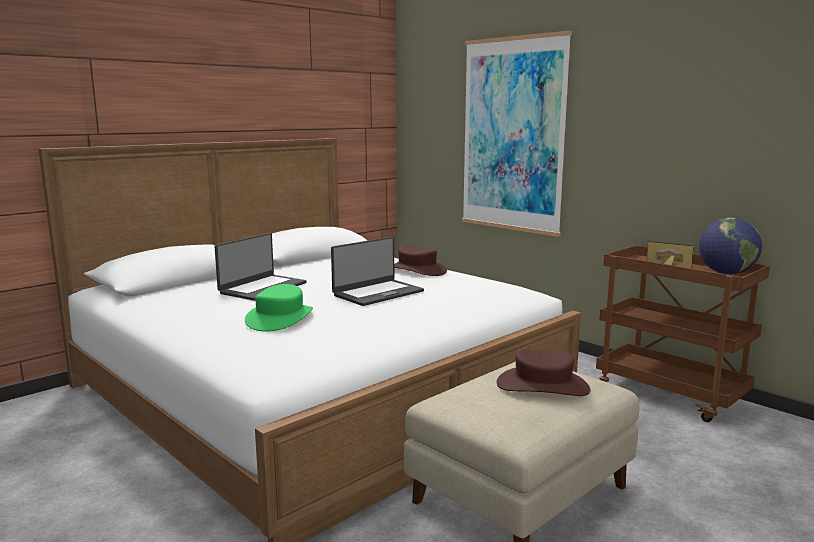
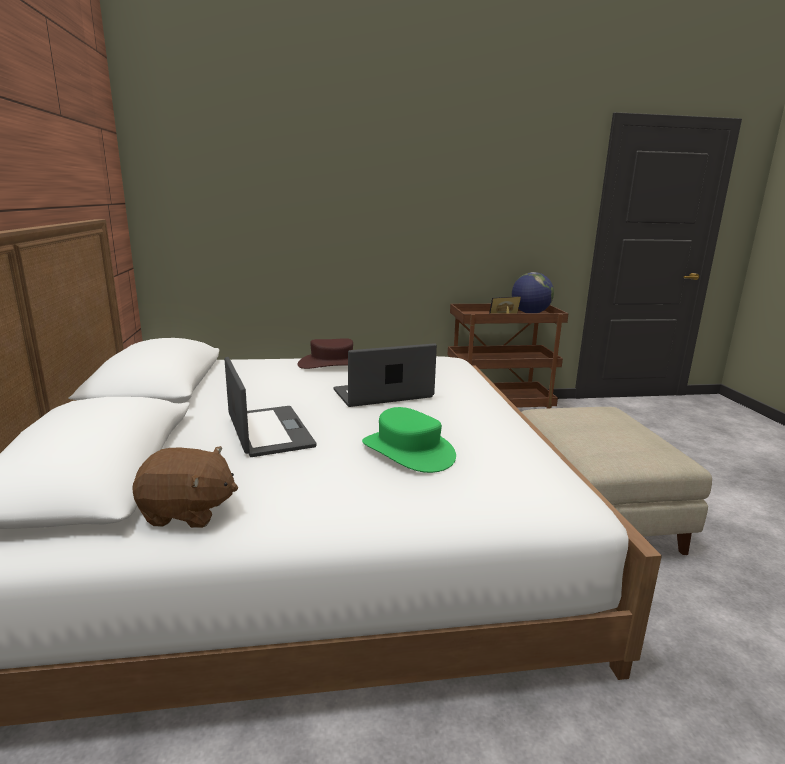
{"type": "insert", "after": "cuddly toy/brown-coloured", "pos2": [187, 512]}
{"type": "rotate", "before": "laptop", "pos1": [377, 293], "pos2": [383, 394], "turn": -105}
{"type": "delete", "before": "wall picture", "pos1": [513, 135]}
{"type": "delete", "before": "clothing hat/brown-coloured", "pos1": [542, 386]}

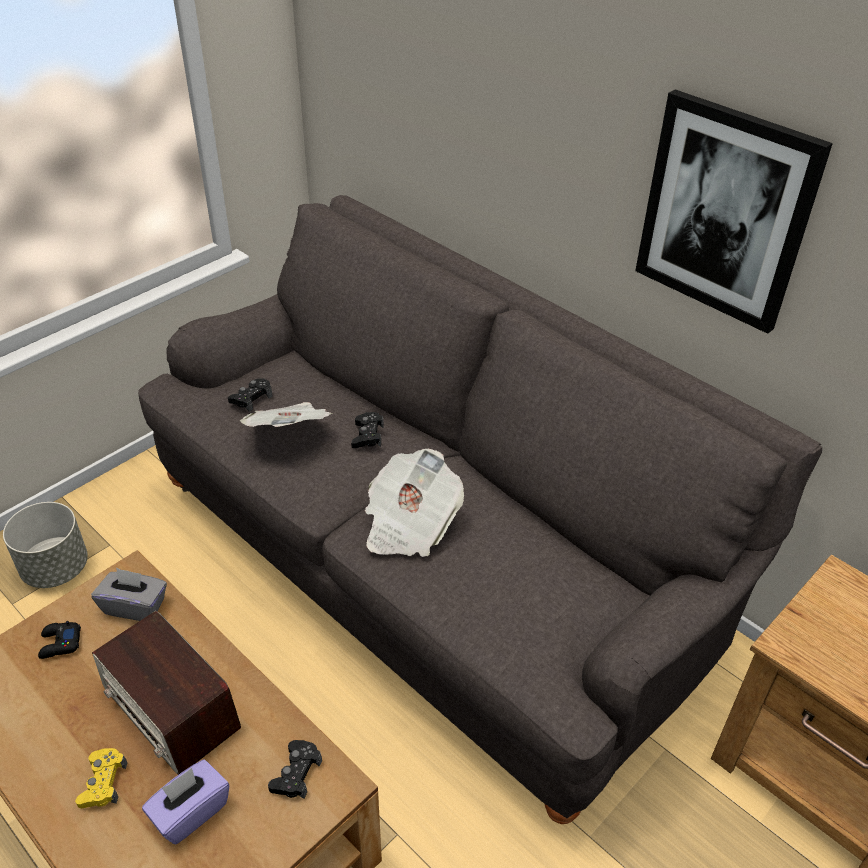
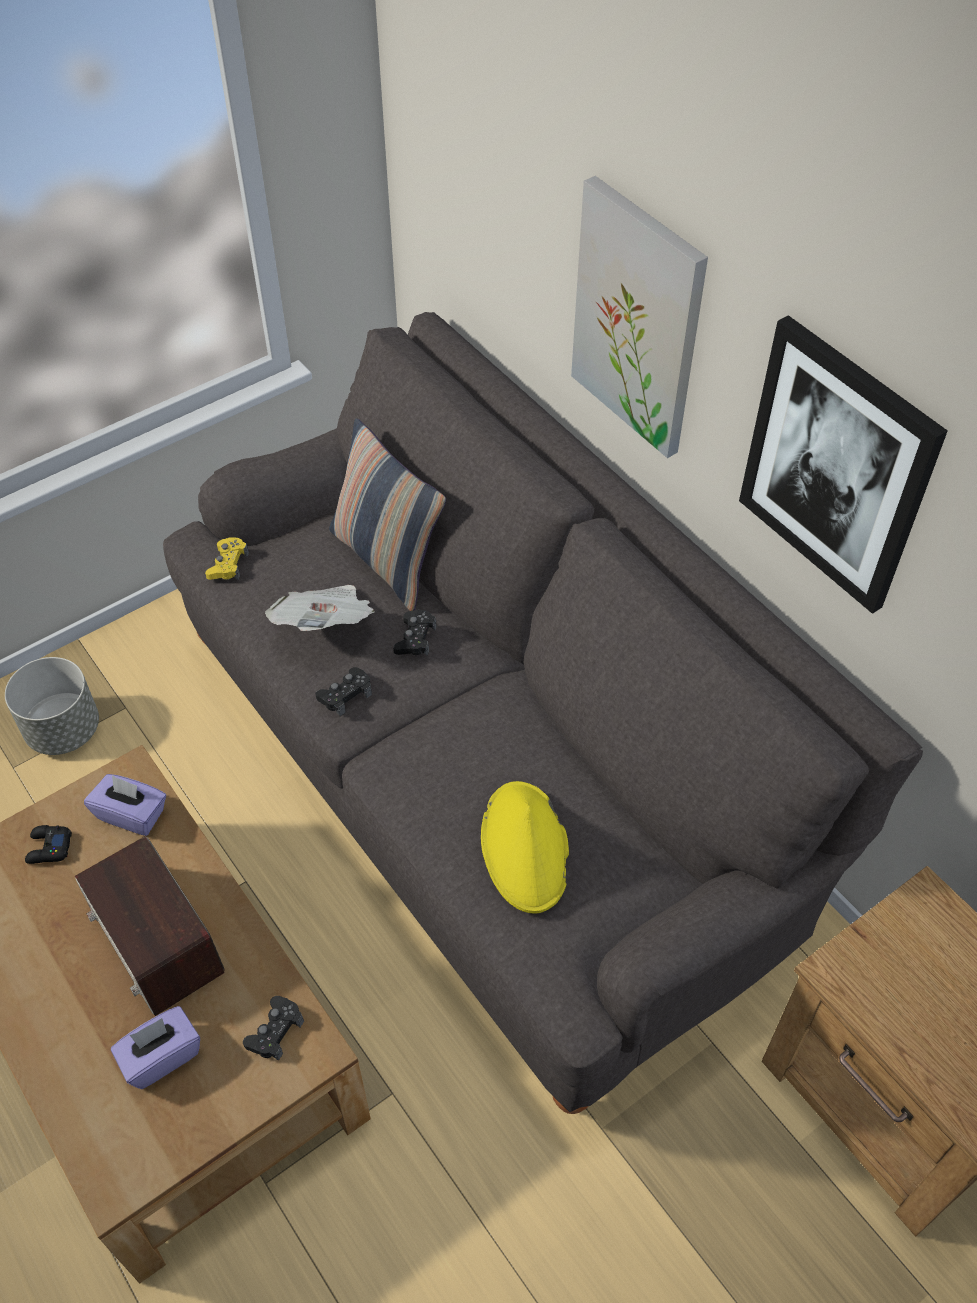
{"type": "recolor", "before": "box of tissues/grey", "after": "box of tissues/purple-coloured", "pos1": [135, 606], "pos2": [132, 814]}
{"type": "move", "before": "joypad/yellow-coloured", "pos1": [103, 782], "pos2": [228, 564]}
{"type": "move", "before": "joypad/black", "pos1": [251, 398], "pos2": [345, 695]}
{"type": "insert", "after": "cushion", "pos2": [387, 560]}
{"type": "insert", "after": "clothing hat/yellow-coloured", "pos2": [525, 848]}
{"type": "insert", "after": "wall picture", "pos2": [638, 319]}
{"type": "delete", "before": "newspaper", "pos1": [409, 524]}

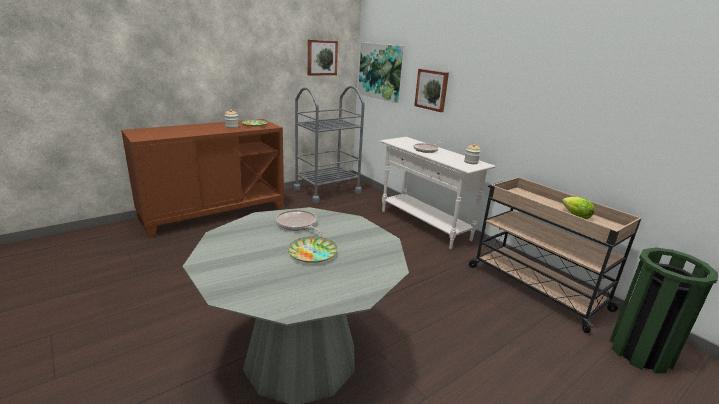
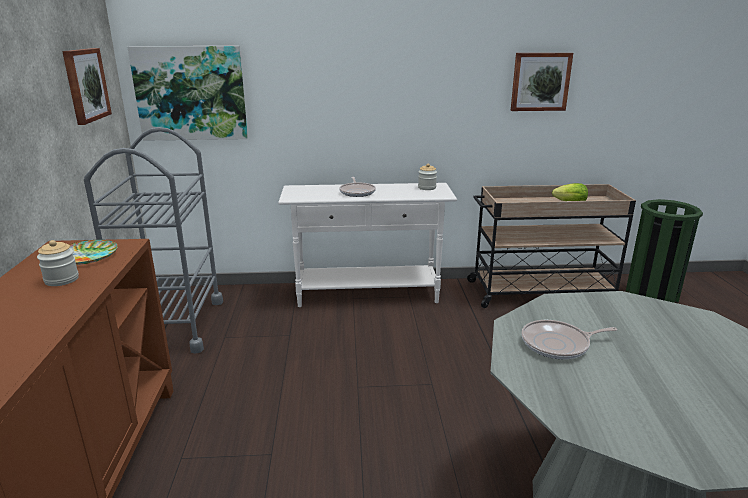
{"type": "move", "before": "wall picture", "pos1": [432, 90], "pos2": [540, 82]}
{"type": "delete", "before": "flat dish", "pos1": [313, 252]}

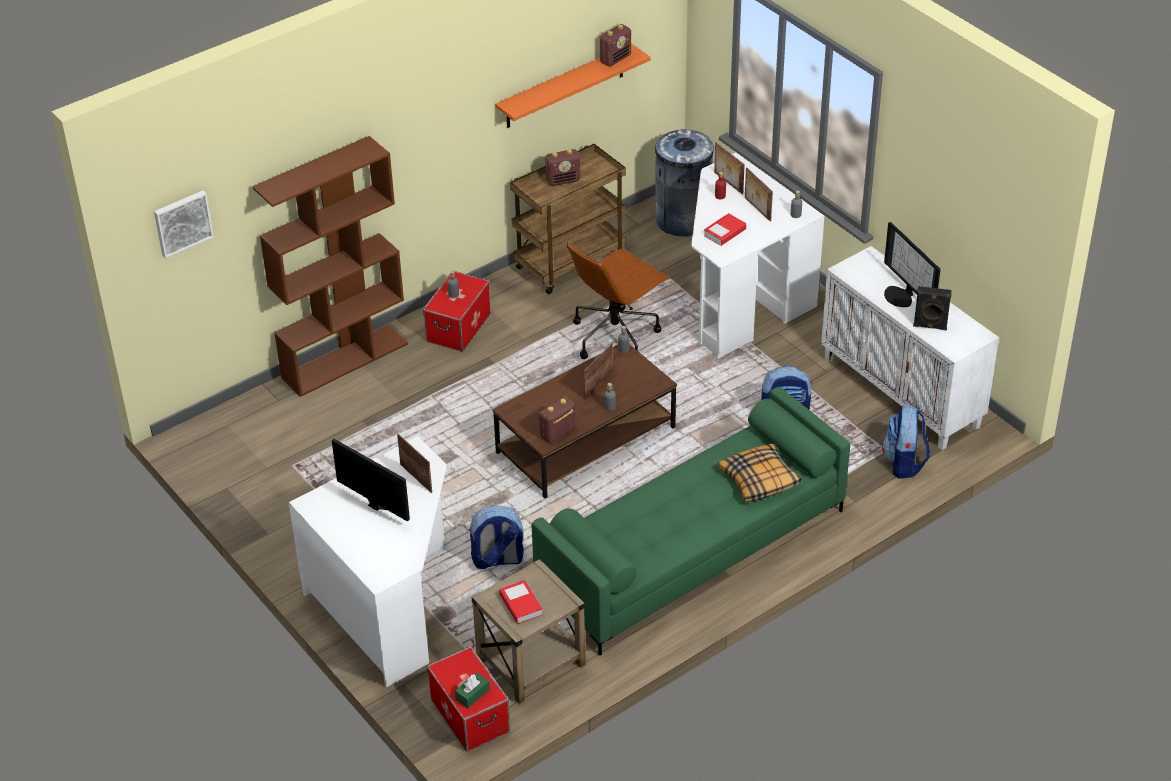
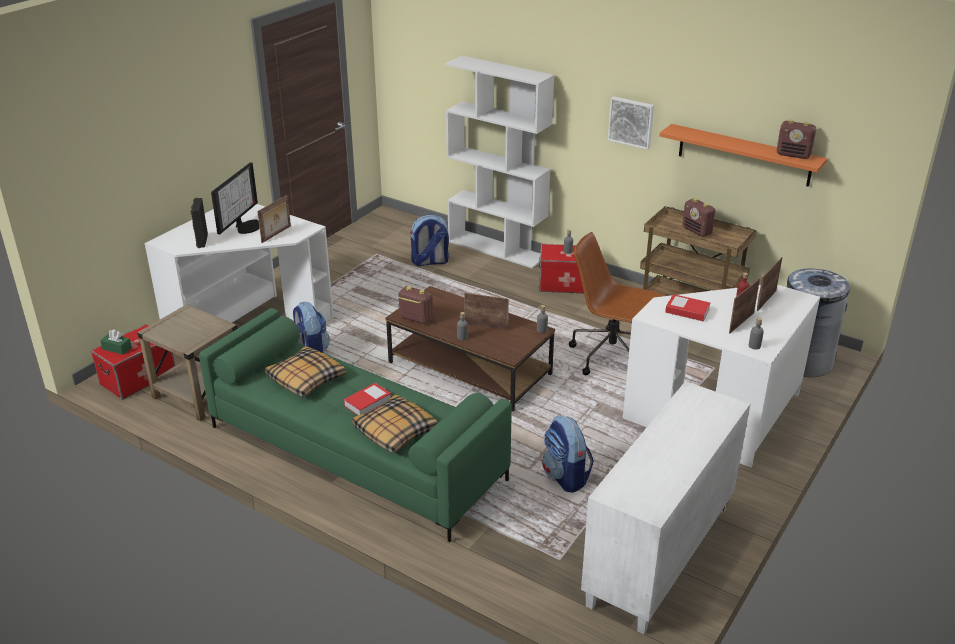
{"type": "move", "before": "loudspeaker/black", "pos1": [930, 326], "pos2": [201, 241]}
{"type": "insert", "after": "cushion", "pos2": [305, 379]}
{"type": "move", "before": "bound book", "pos1": [521, 605], "pos2": [367, 403]}
{"type": "move", "before": "rucksack", "pos1": [904, 463], "pos2": [430, 262]}
{"type": "recolor", "before": "bookshelf/brown-coloured", "after": "bookshelf/white-coloured", "pos1": [345, 360], "pos2": [497, 249]}
{"type": "move", "before": "wall picture", "pos1": [182, 222], "pos2": [631, 122]}
{"type": "delete", "before": "computer display", "pos1": [901, 296]}

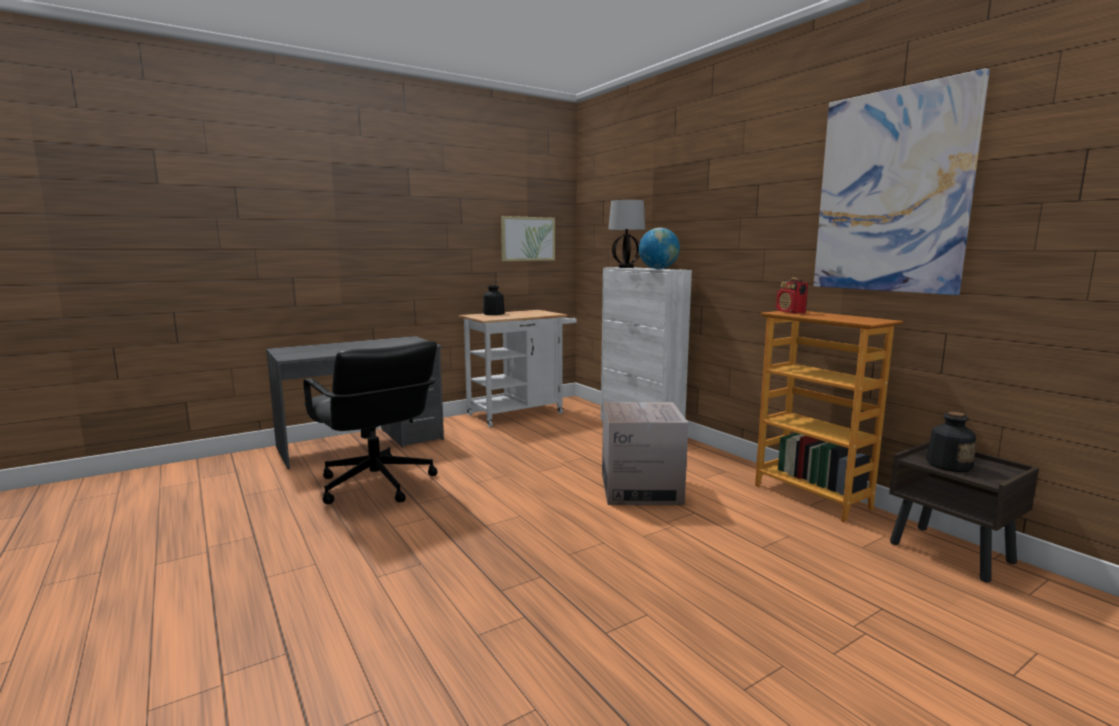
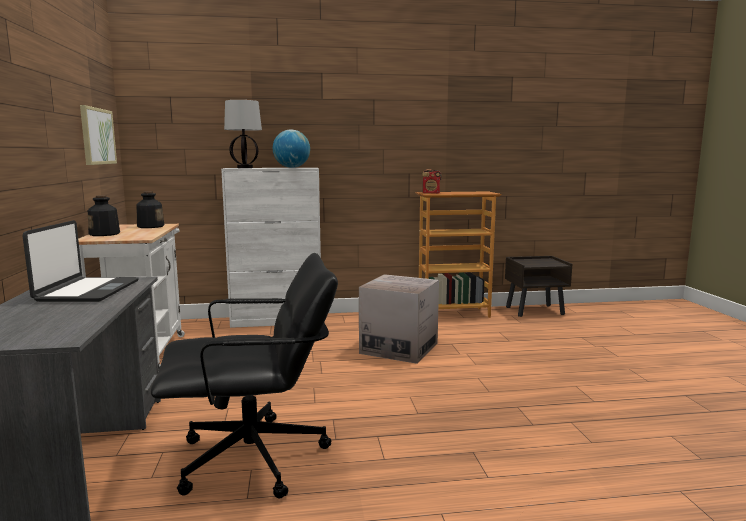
{"type": "insert", "after": "laptop", "pos2": [87, 291]}
{"type": "move", "before": "drink bottle", "pos1": [948, 465], "pos2": [150, 226]}
{"type": "delete", "before": "wall picture", "pos1": [891, 192]}

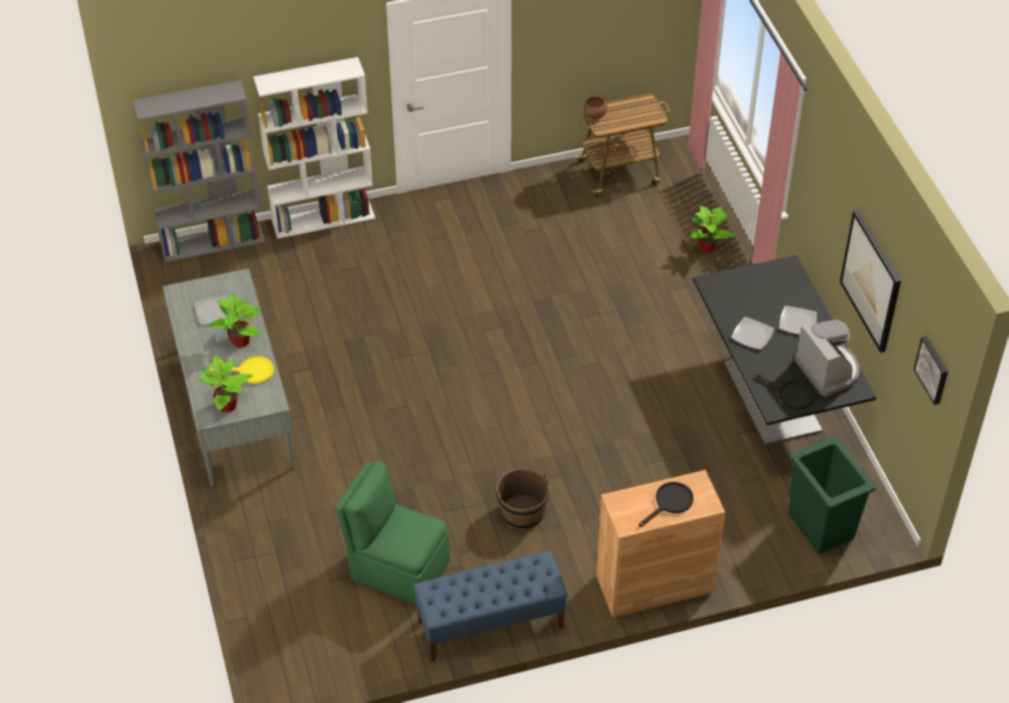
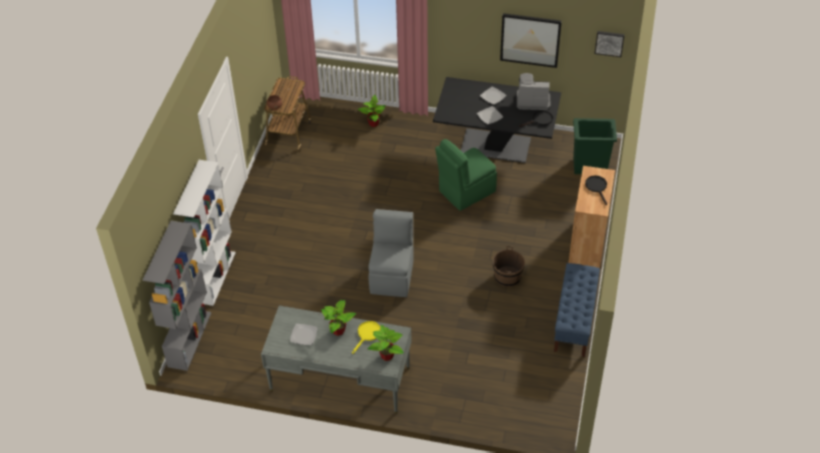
{"type": "insert", "after": "chair/grey", "pos2": [392, 276]}
{"type": "move", "before": "chair/greenish", "pos1": [397, 569], "pos2": [465, 192]}

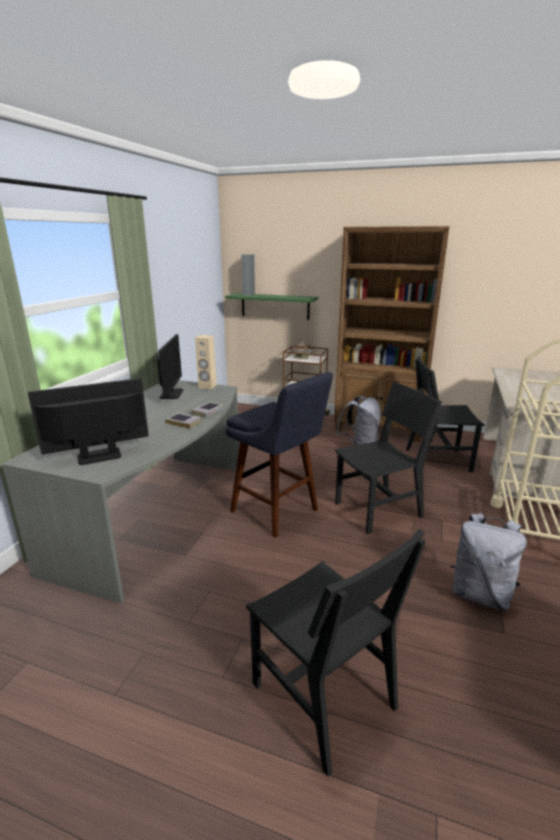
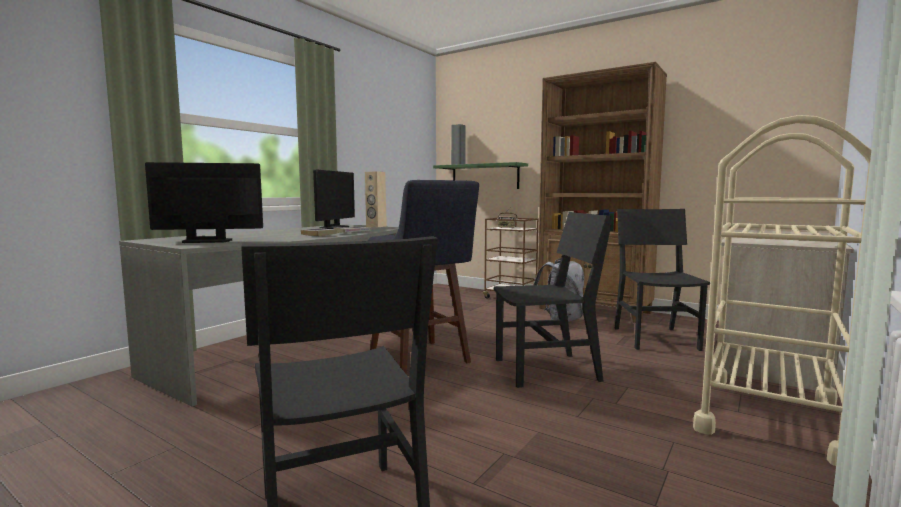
{"type": "rotate", "before": "chair/black", "pos1": [437, 460], "pos2": [655, 338], "turn": 75}
{"type": "delete", "before": "rucksack/grey", "pos1": [480, 594]}

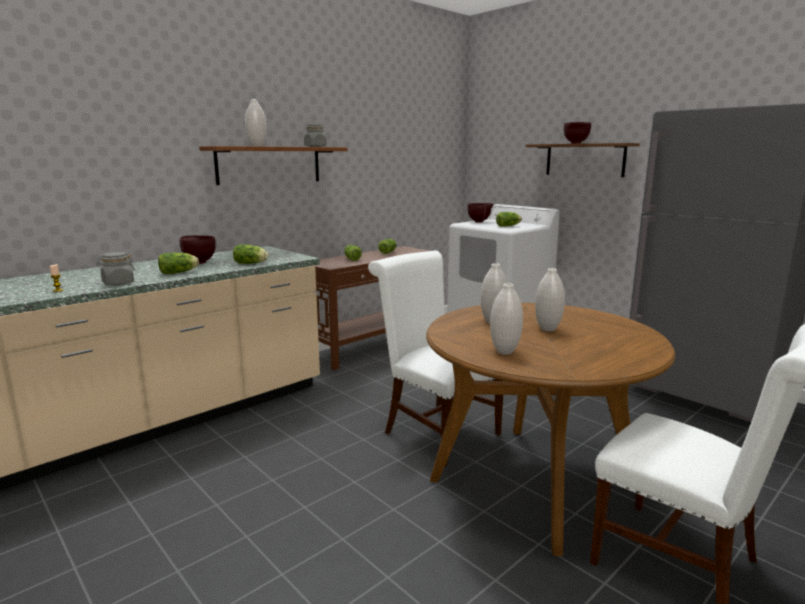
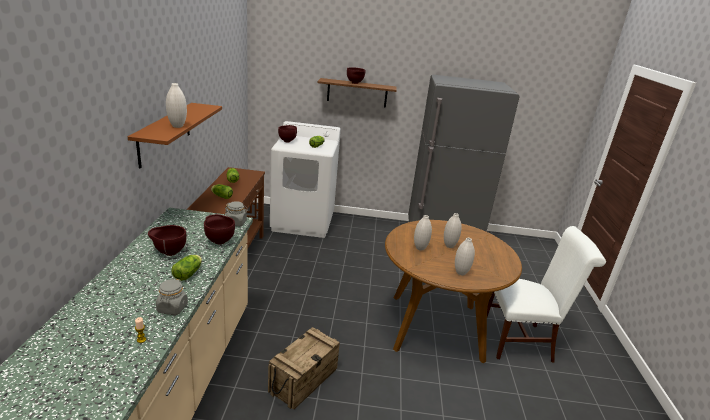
{"type": "replace", "before": "lettuce", "after": "serving bowl/brown-coloured", "pos1": [251, 263], "pos2": [219, 241]}
{"type": "move", "before": "preserve jar/grey", "pos1": [315, 146], "pos2": [236, 223]}
{"type": "insert", "after": "shipping crate", "pos2": [303, 380]}
{"type": "delete", "before": "chair/white-coloured", "pos1": [436, 431]}

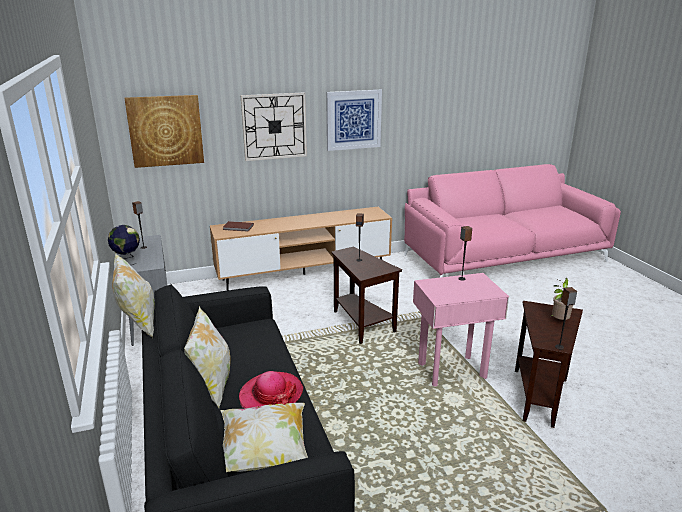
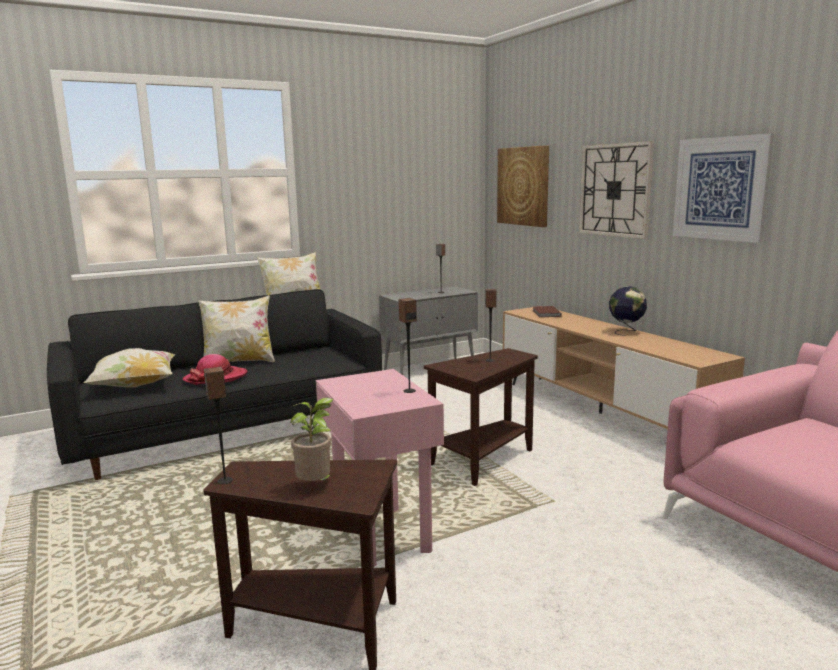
{"type": "move", "before": "world globe", "pos1": [127, 260], "pos2": [626, 332]}

